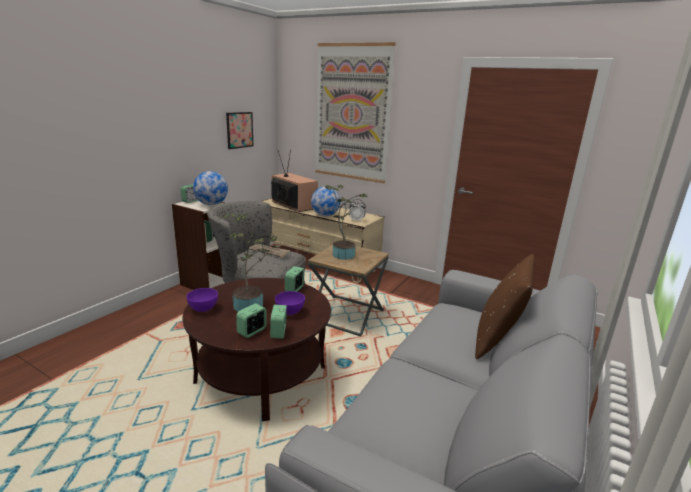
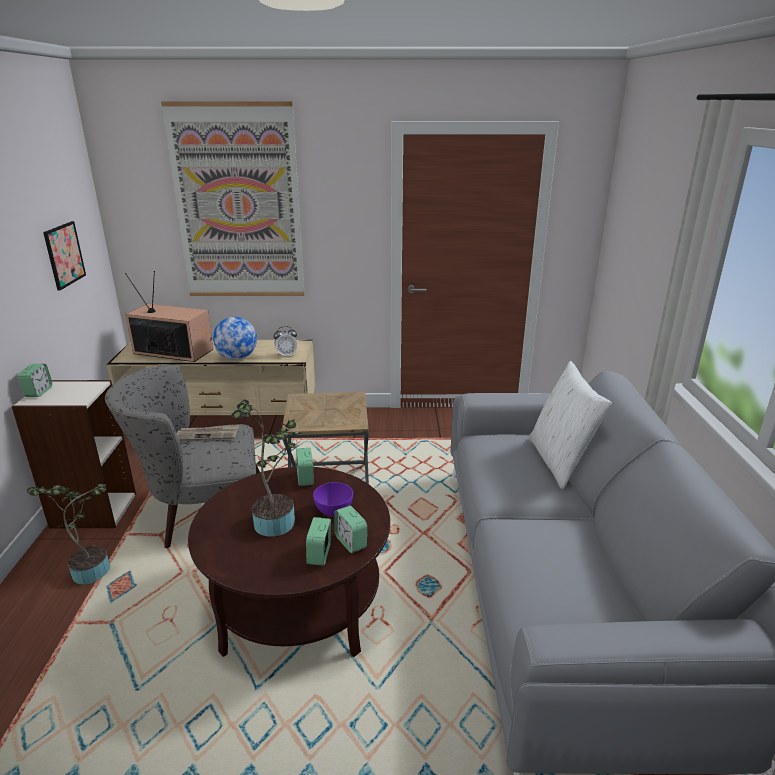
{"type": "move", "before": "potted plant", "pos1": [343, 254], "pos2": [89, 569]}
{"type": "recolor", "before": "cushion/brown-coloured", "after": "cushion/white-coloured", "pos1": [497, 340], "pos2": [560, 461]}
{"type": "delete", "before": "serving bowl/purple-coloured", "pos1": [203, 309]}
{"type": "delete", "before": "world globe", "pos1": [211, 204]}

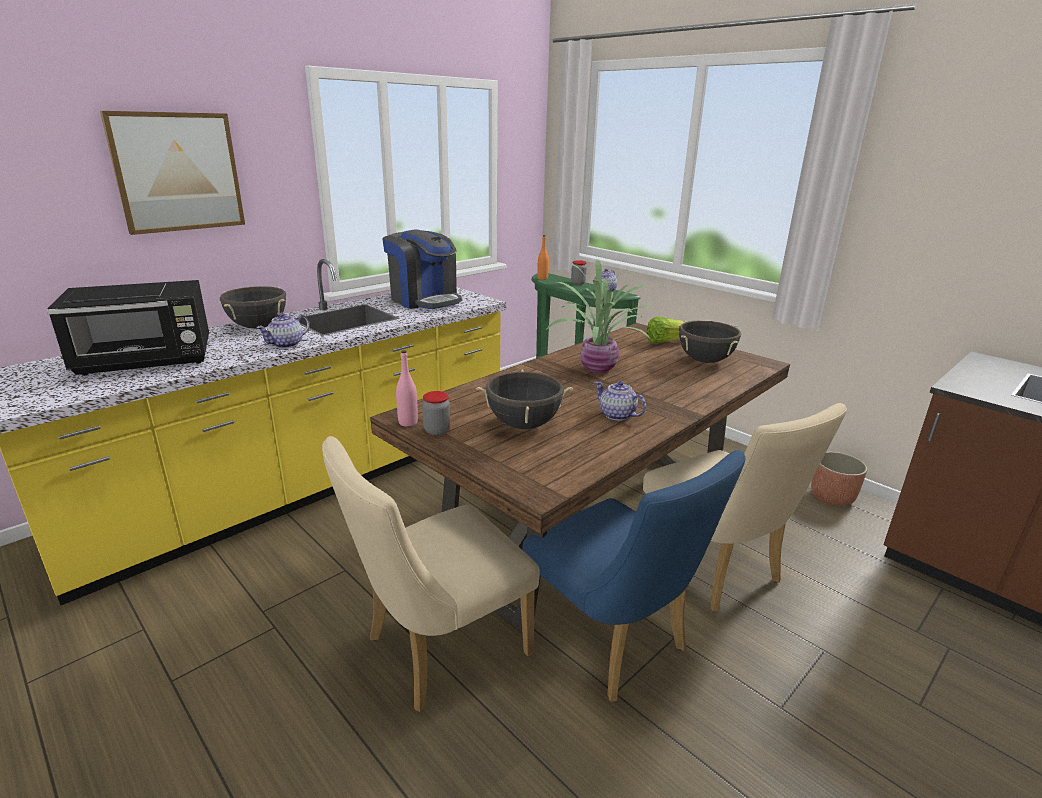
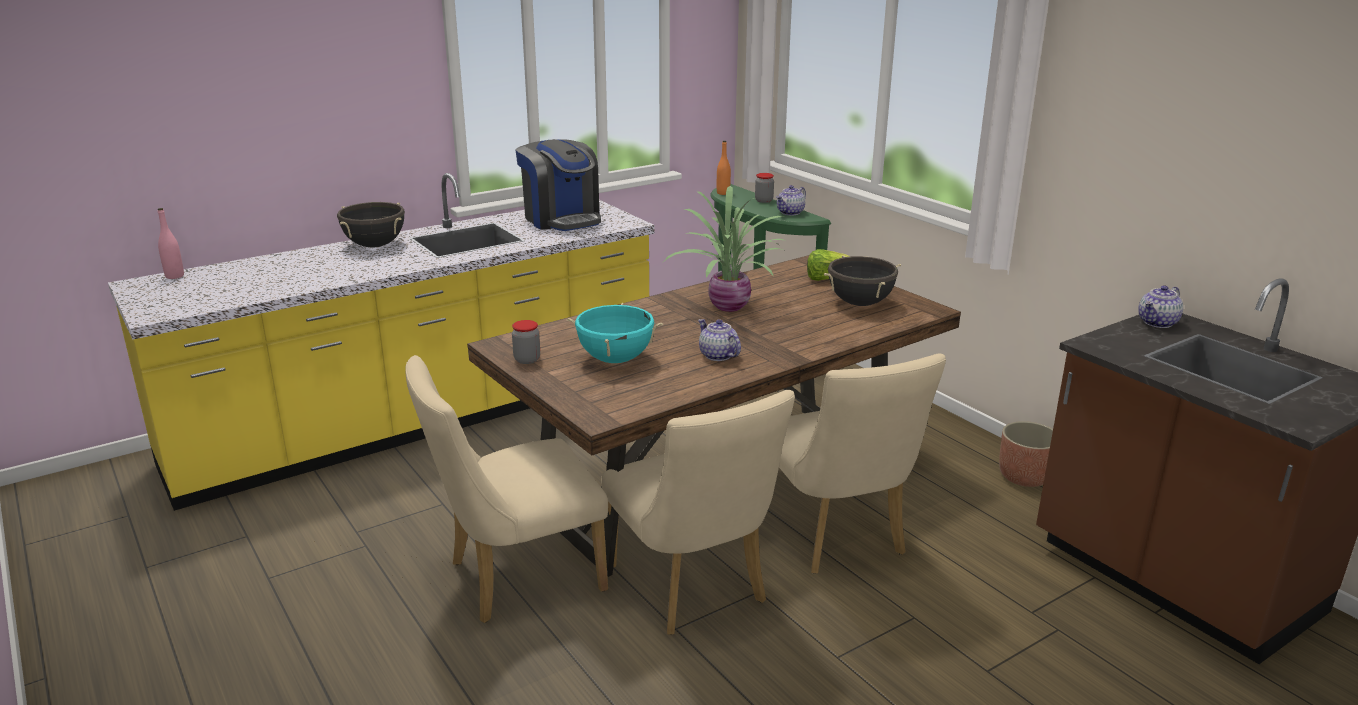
{"type": "move", "before": "drink bottle/pinkish", "pos1": [408, 422], "pos2": [174, 276]}
{"type": "recolor", "before": "cooking pot/black", "after": "cooking pot/turquoise-coloured", "pos1": [523, 425], "pos2": [615, 359]}
{"type": "recolor", "before": "chair/blue", "after": "chair/beige", "pos1": [613, 643], "pos2": [693, 590]}
{"type": "move", "before": "tea pot", "pos1": [286, 344], "pos2": [1158, 323]}
{"type": "delete", "before": "microwave/black", "pos1": [148, 361]}
{"type": "delete", "before": "wall picture", "pos1": [177, 172]}

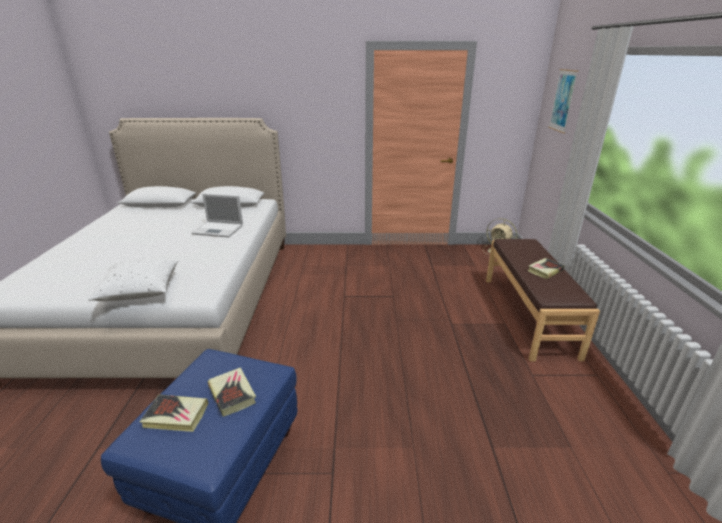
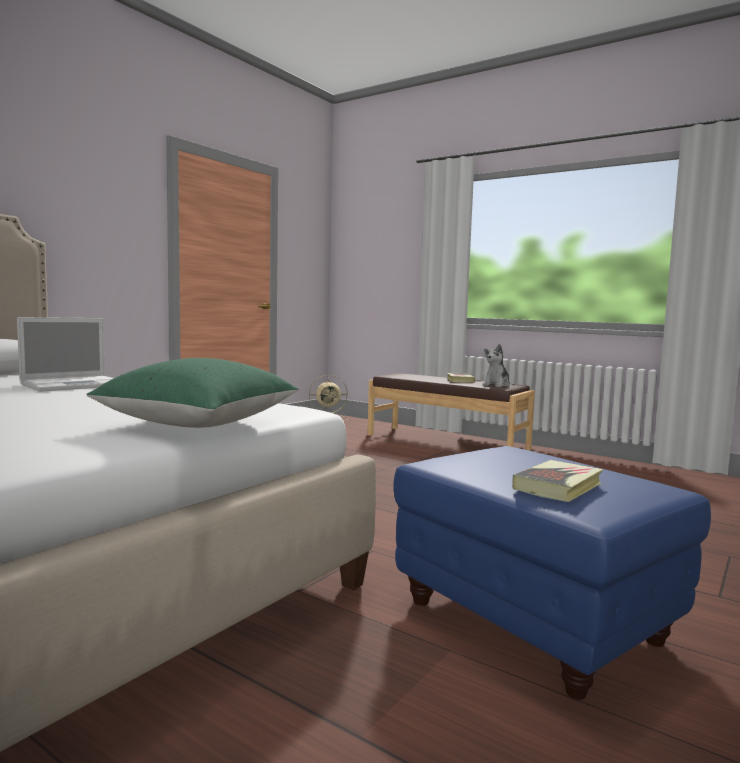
{"type": "recolor", "before": "cushion/white-coloured", "after": "cushion/greenish", "pos1": [140, 291], "pos2": [199, 424]}
{"type": "insert", "after": "cuddly toy", "pos2": [496, 385]}
{"type": "delete", "before": "bound book", "pos1": [232, 394]}
{"type": "delete", "before": "wall picture", "pos1": [563, 100]}

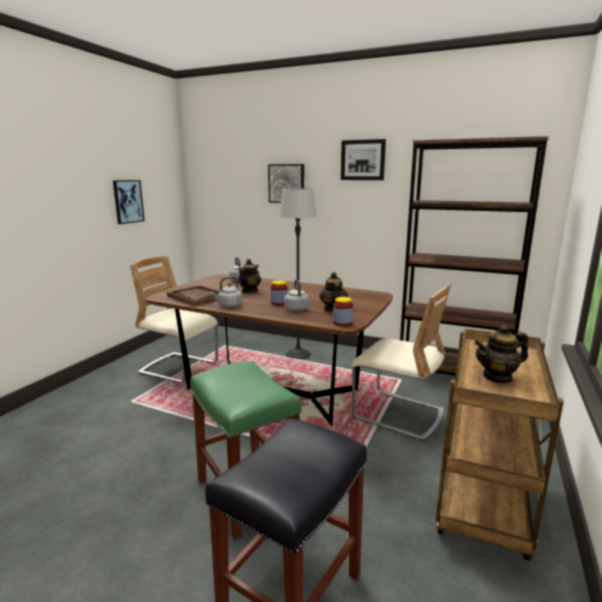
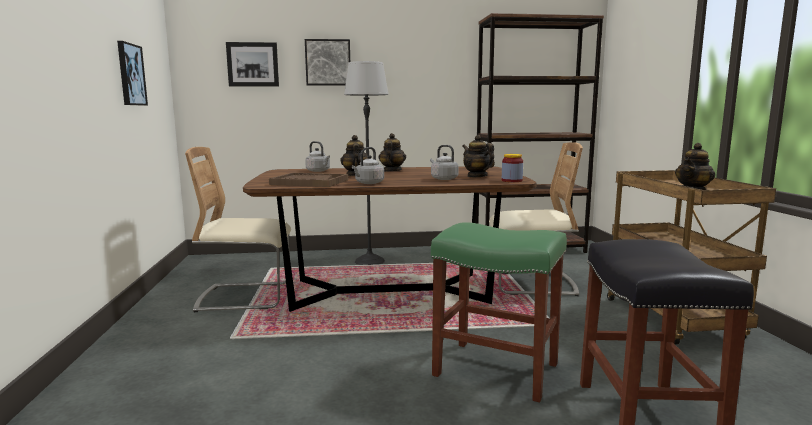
{"type": "move", "before": "wall picture", "pos1": [363, 160], "pos2": [253, 64]}
{"type": "insert", "after": "tea pot", "pos2": [392, 171]}
{"type": "delete", "before": "preserve jar", "pos1": [279, 303]}

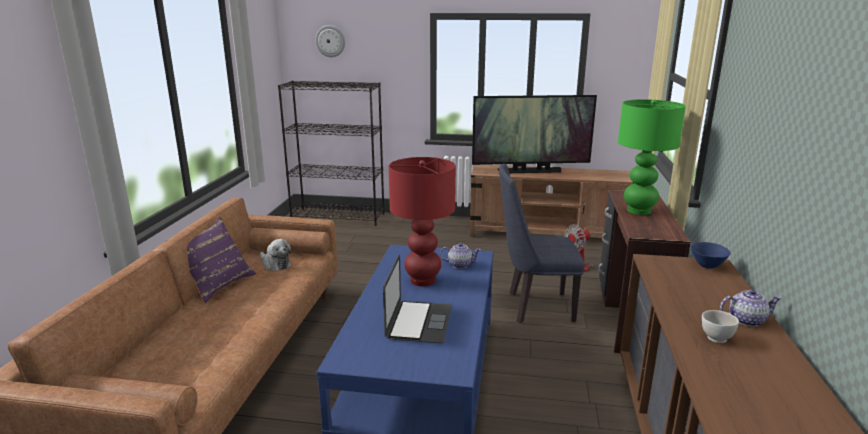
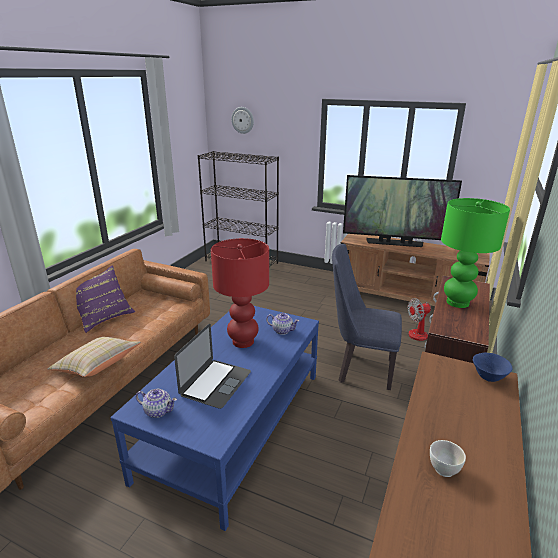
{"type": "insert", "after": "cushion/beige", "pos2": [97, 367]}
{"type": "move", "before": "tea pot", "pos1": [745, 320], "pos2": [158, 411]}
{"type": "delete", "before": "cuddly toy", "pos1": [275, 264]}

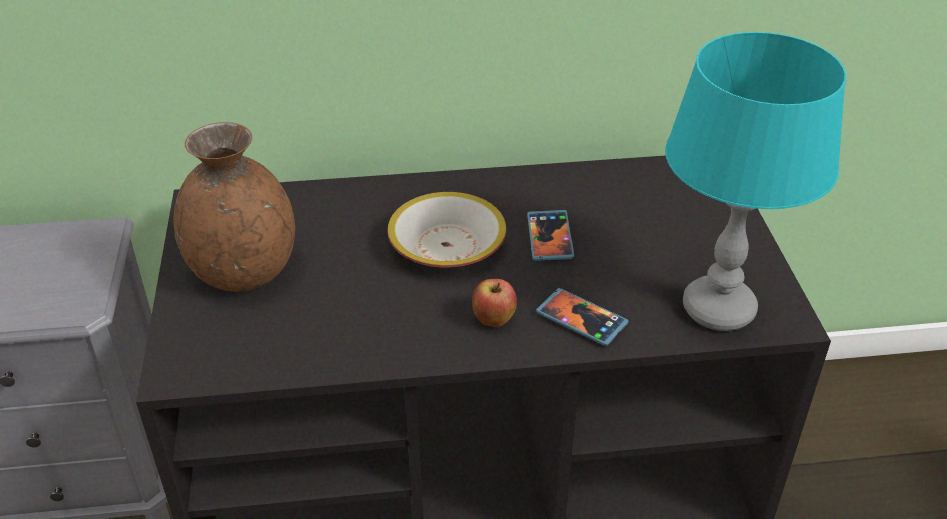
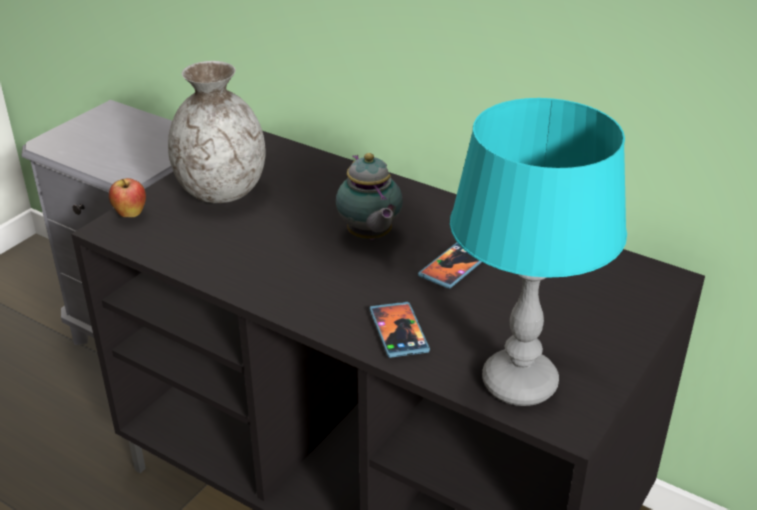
{"type": "move", "before": "apple", "pos1": [494, 321], "pos2": [130, 215]}
{"type": "recolor", "before": "vase/brown-coloured", "after": "vase/grey", "pos1": [243, 272], "pos2": [221, 191]}
{"type": "replace", "before": "serving bowl", "after": "tea pot", "pos1": [446, 246], "pos2": [369, 237]}

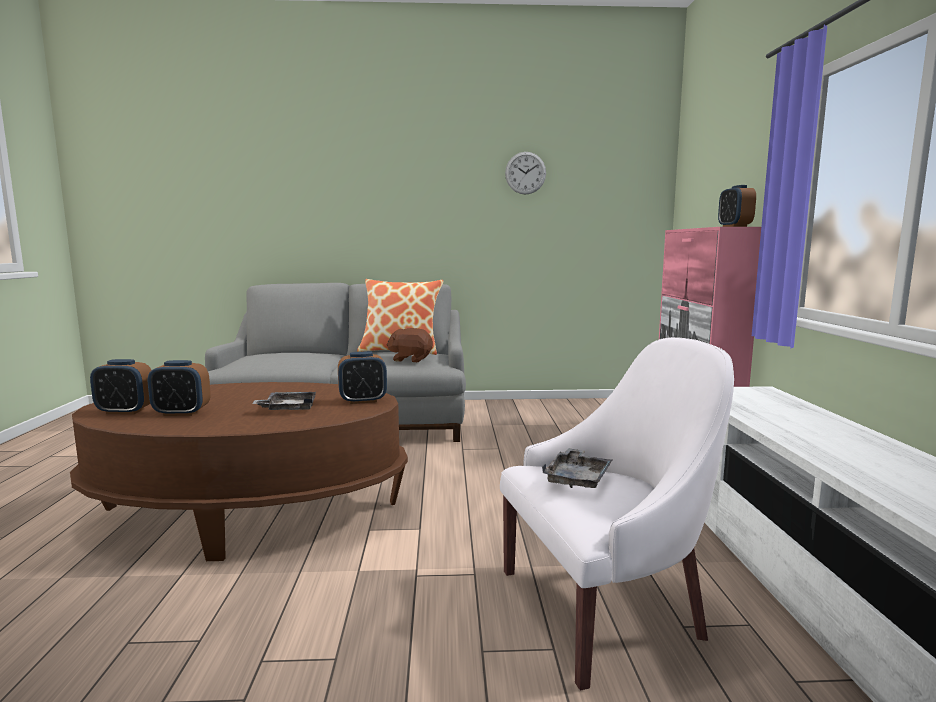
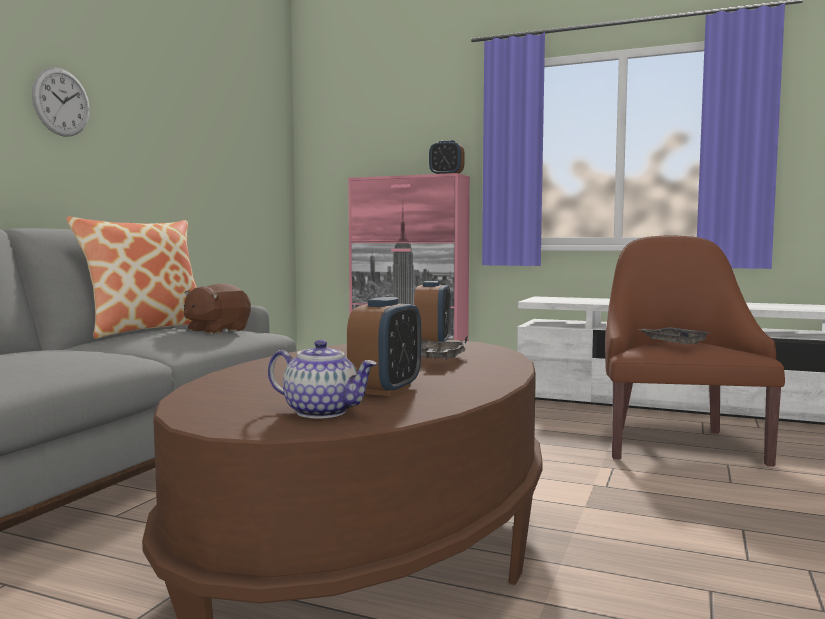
{"type": "move", "before": "clock on the wall", "pos1": [525, 173], "pos2": [61, 102]}
{"type": "replace", "before": "bedside clock", "after": "tea pot", "pos1": [125, 411], "pos2": [322, 412]}
{"type": "recolor", "before": "easy chair/white-coloured", "after": "easy chair/brown-coloured", "pos1": [605, 608], "pos2": [677, 444]}

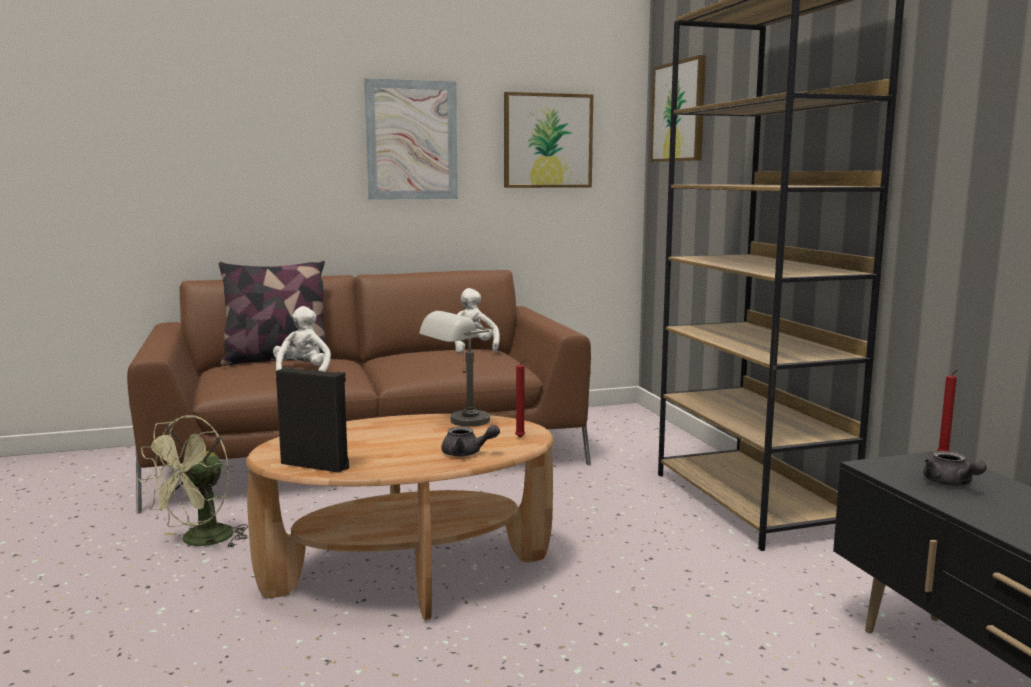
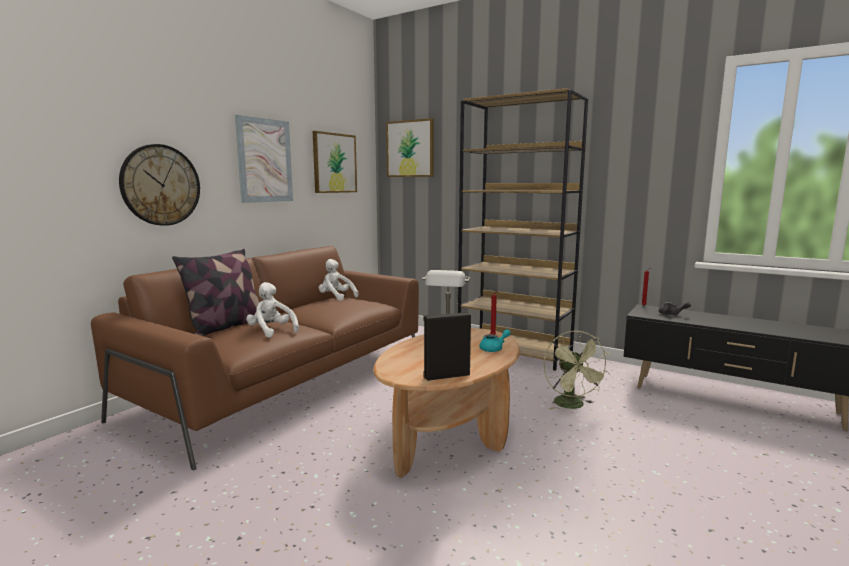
{"type": "insert", "after": "clock on the wall", "pos2": [160, 185]}
{"type": "recolor", "before": "tea pot/grey", "after": "tea pot/turquoise-coloured", "pos1": [467, 453], "pos2": [494, 349]}
{"type": "move", "before": "fan/greenish", "pos1": [200, 542], "pos2": [573, 406]}

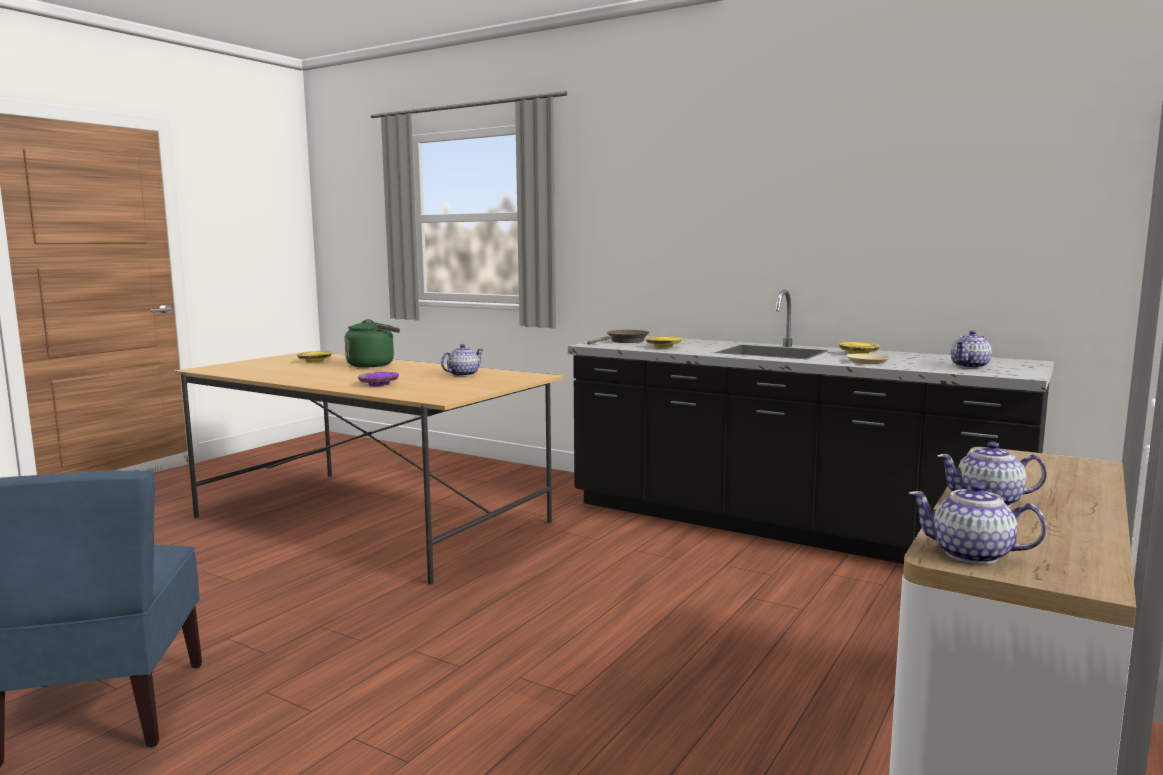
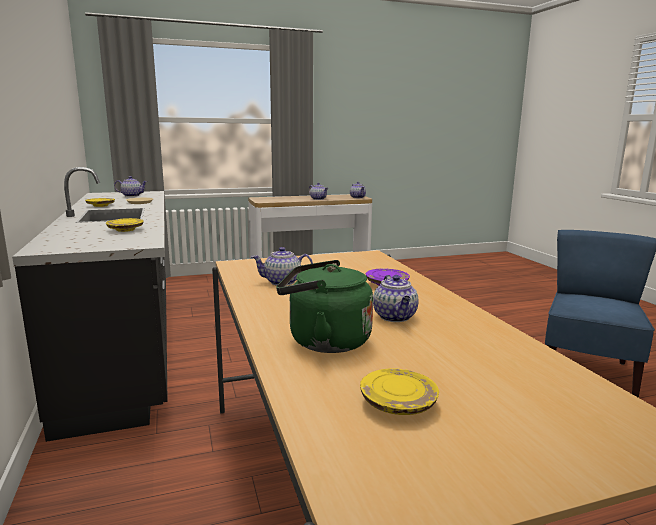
{"type": "insert", "after": "tea pot", "pos2": [395, 317]}
{"type": "delete", "before": "pan/brown-coloured", "pos1": [624, 341]}

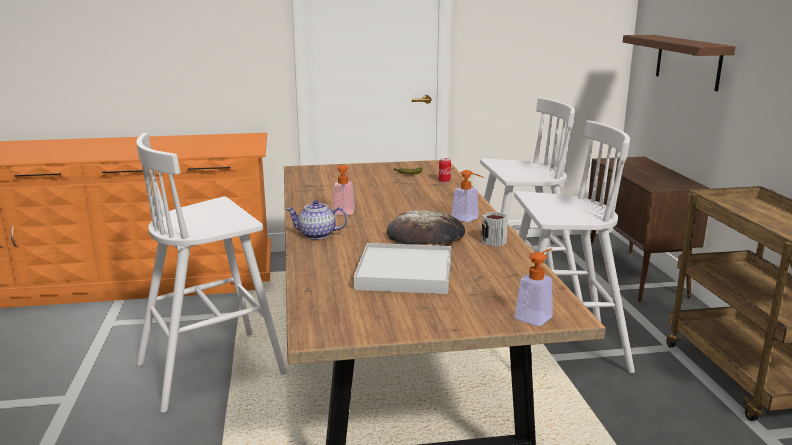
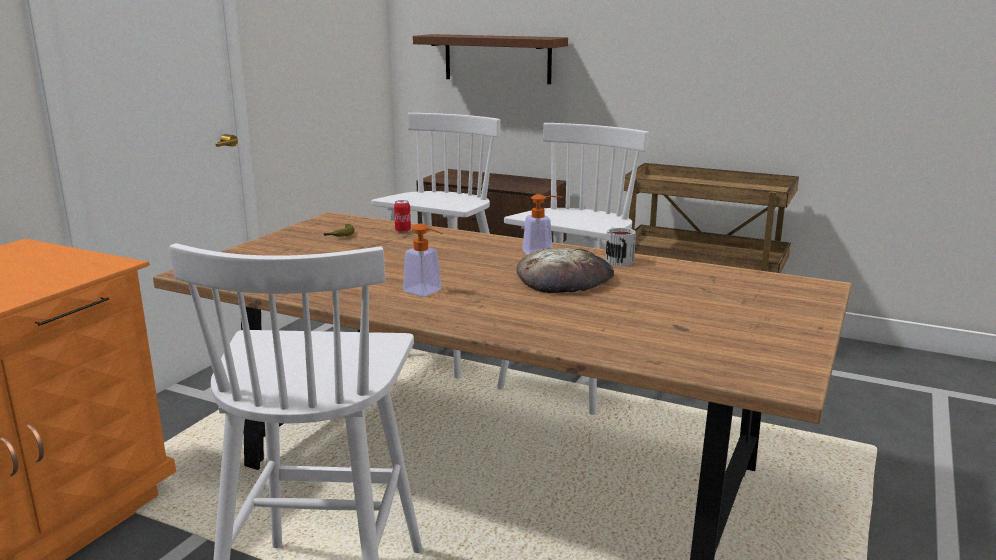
{"type": "delete", "before": "tea pot", "pos1": [316, 235]}
{"type": "delete", "before": "tray/white-coloured", "pos1": [405, 273]}
{"type": "delete", "before": "liquid soap bottle", "pos1": [536, 316]}

